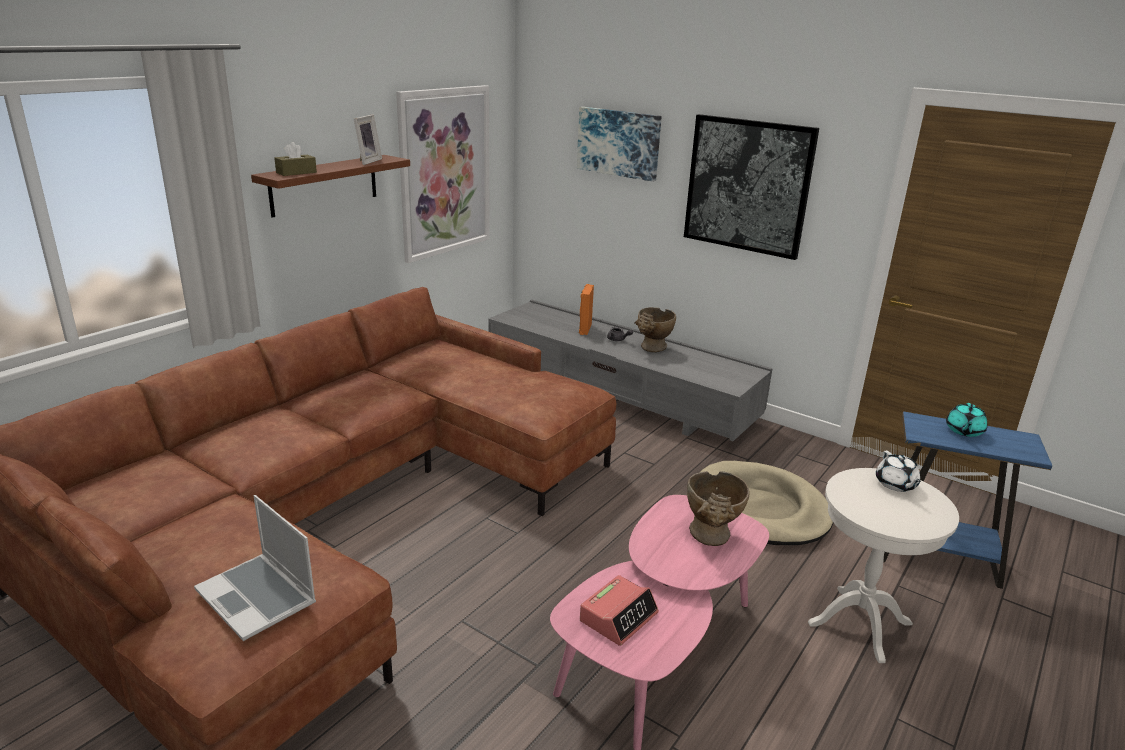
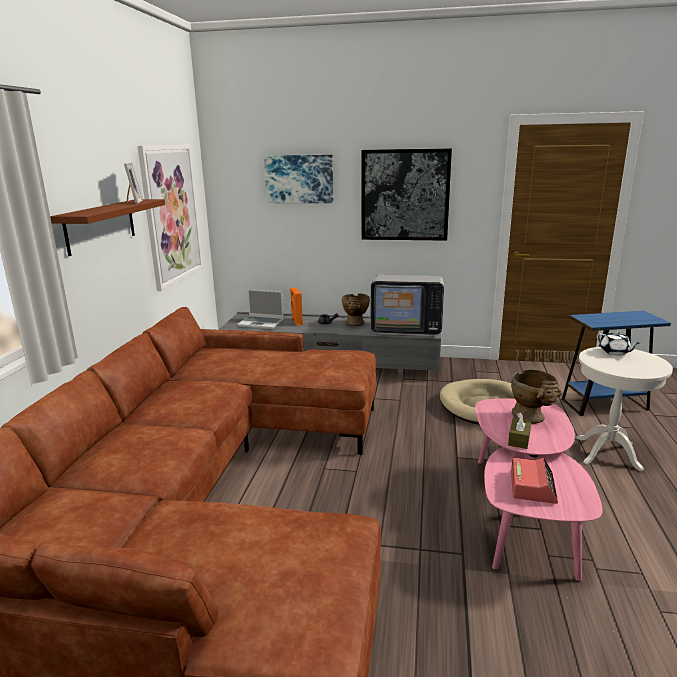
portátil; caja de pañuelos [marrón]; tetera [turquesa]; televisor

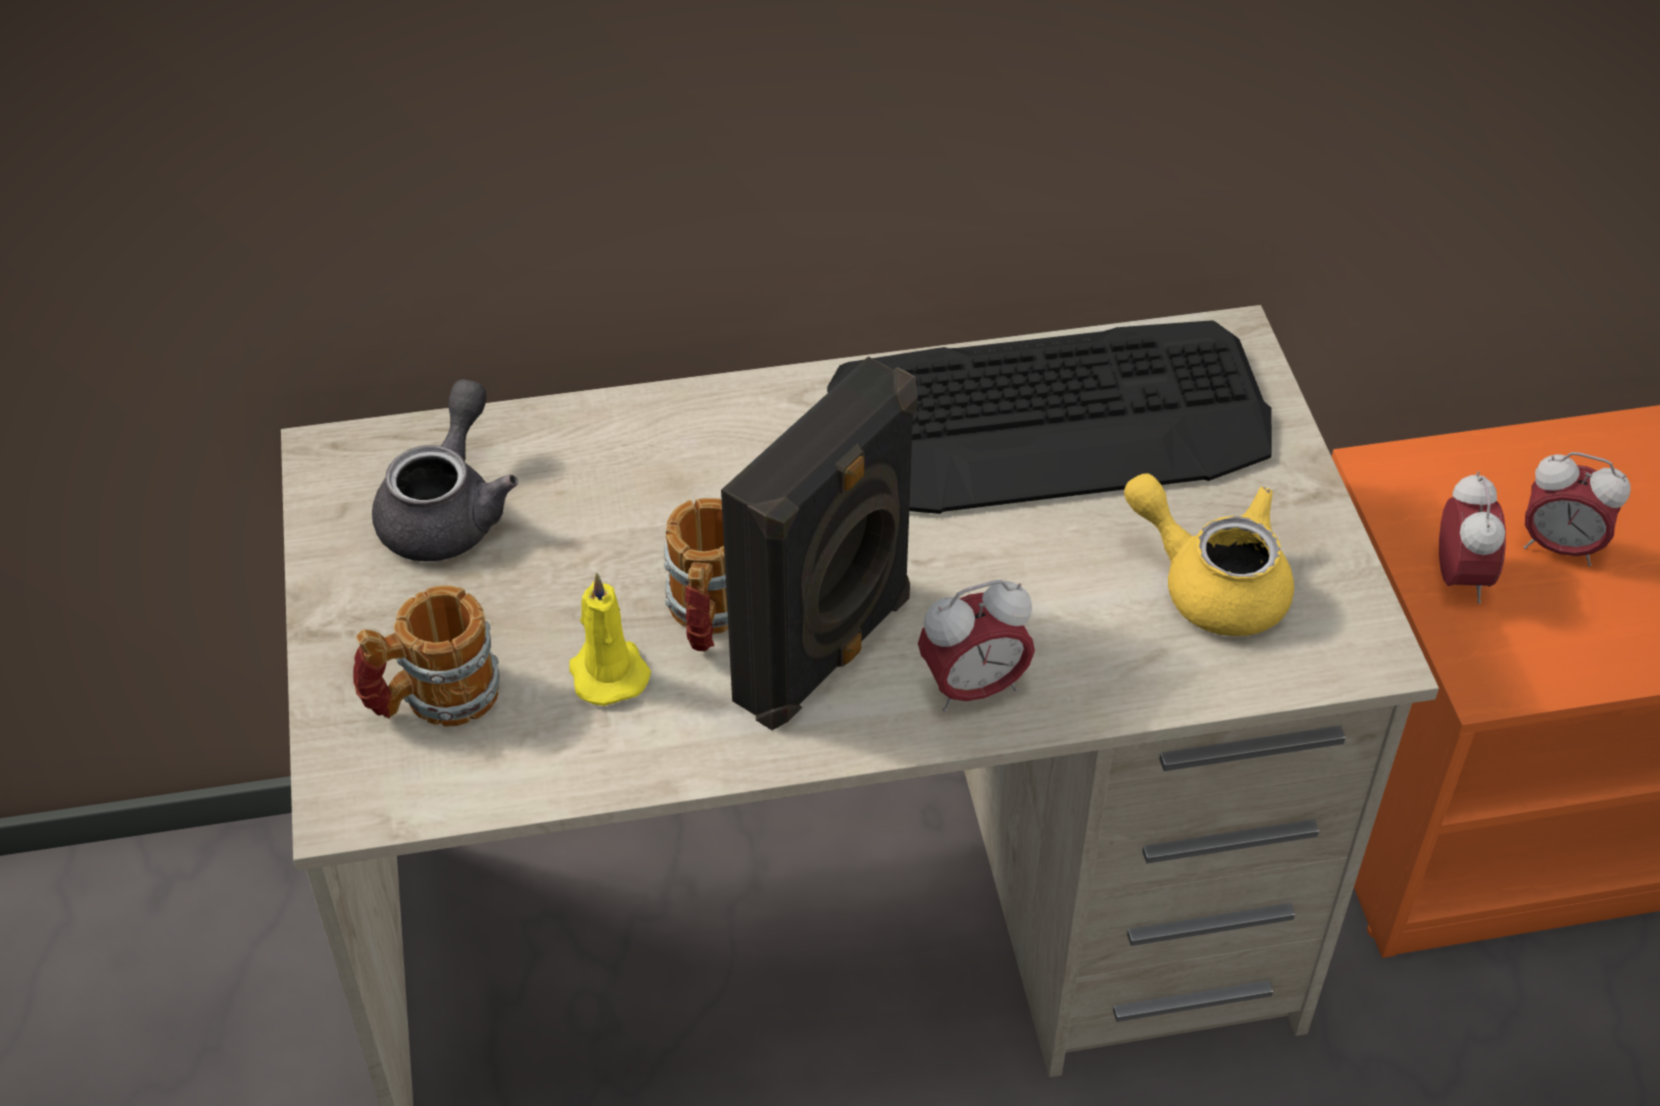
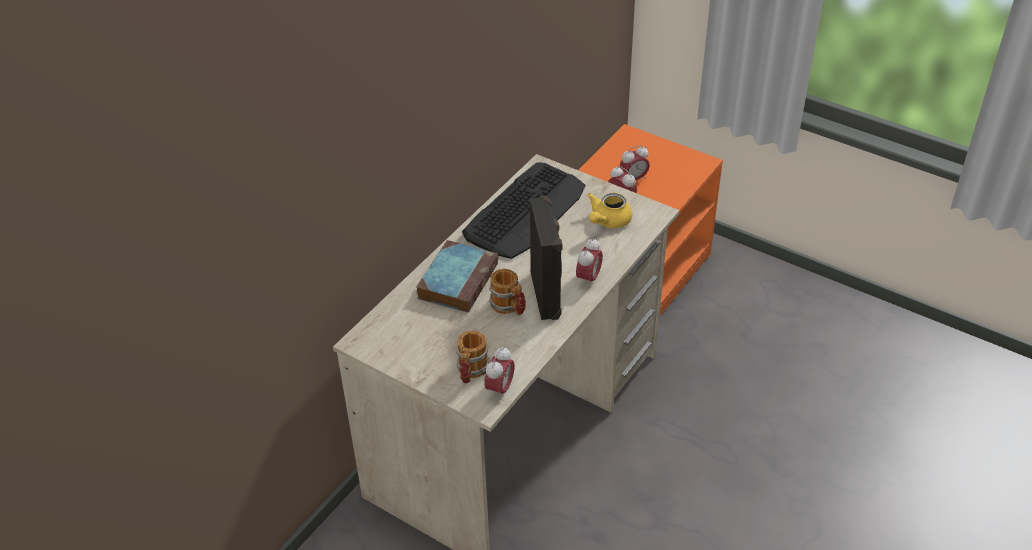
tetera [gris]; vela [amarillo]; tetera [amarillo]; libro; despertador (1st from left)

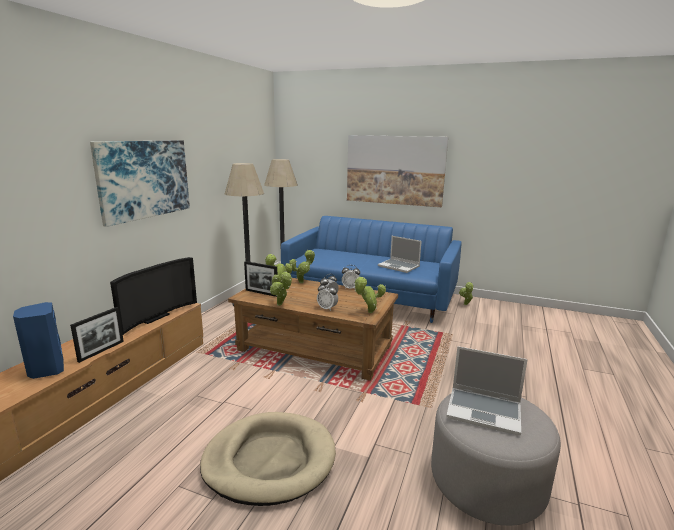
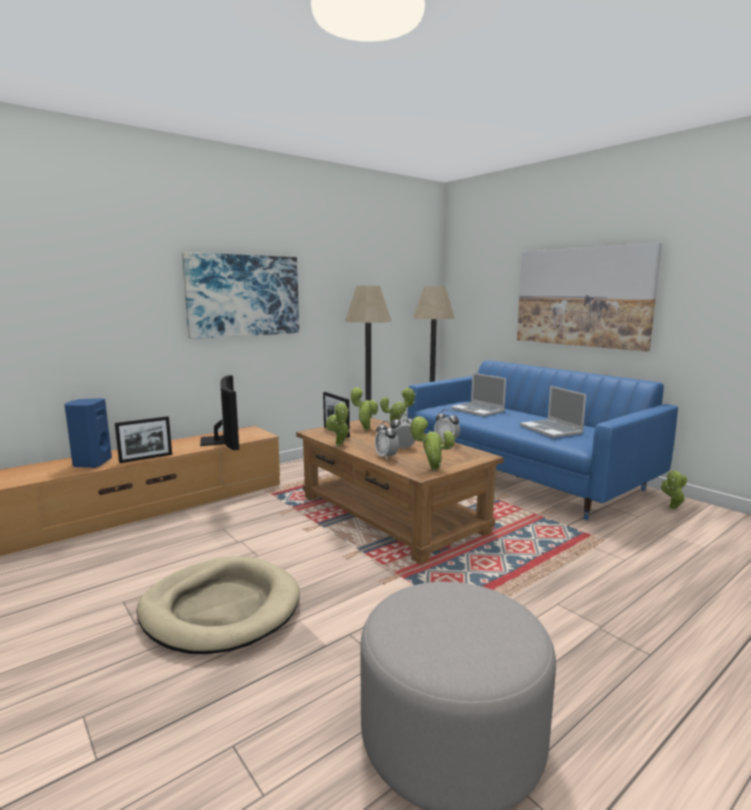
televisor; portátil (1st from left)

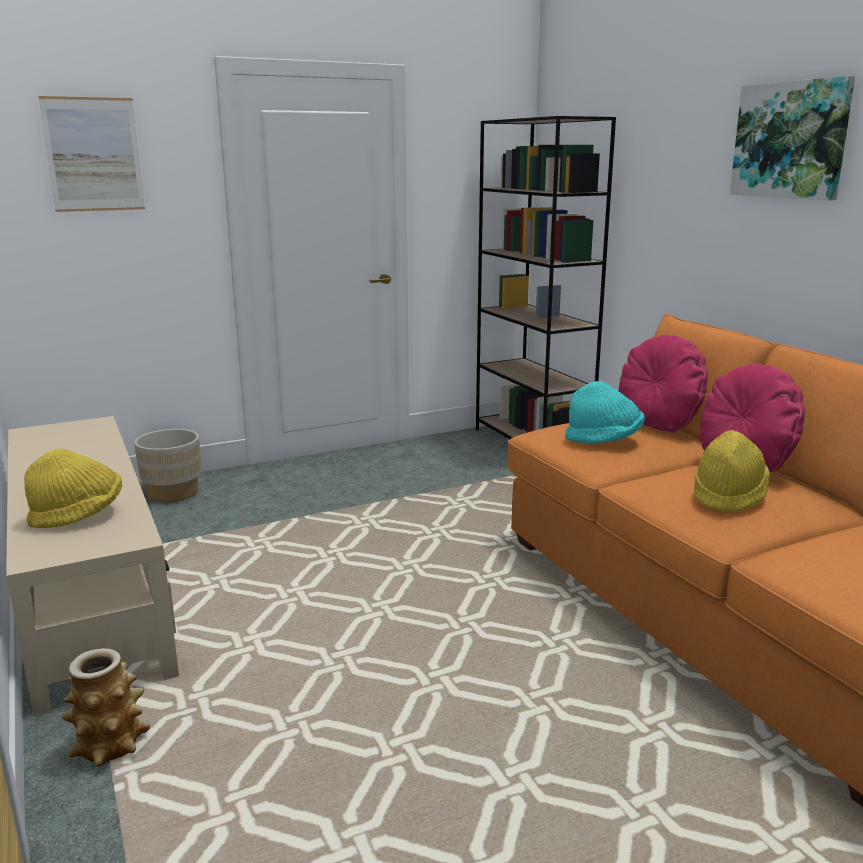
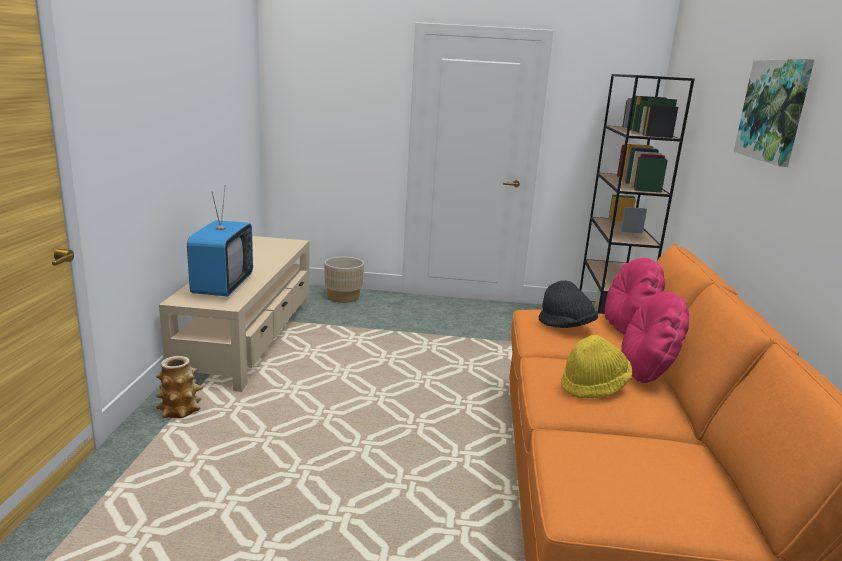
televisor; cuadro (1st from left in the first image); sombrero [negro]

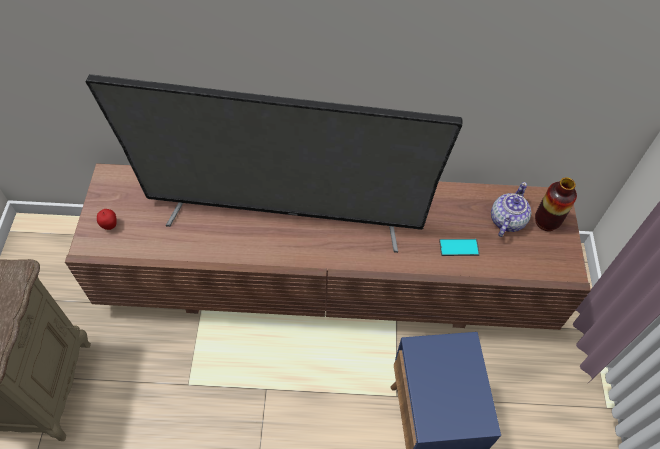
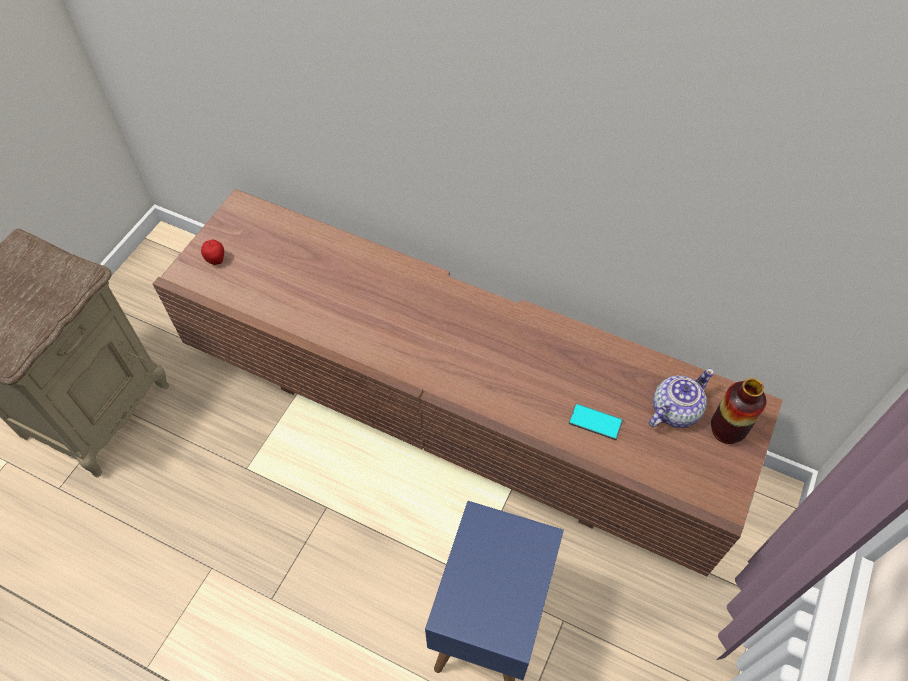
televisor

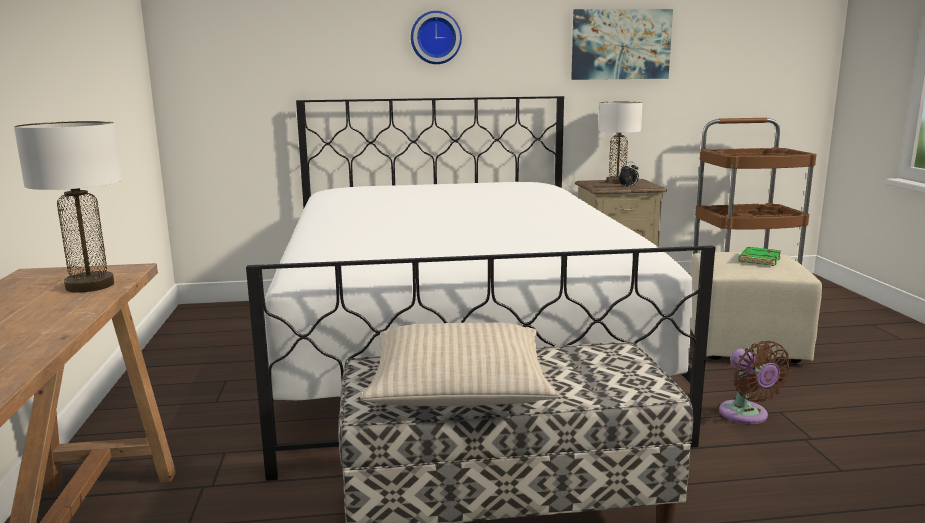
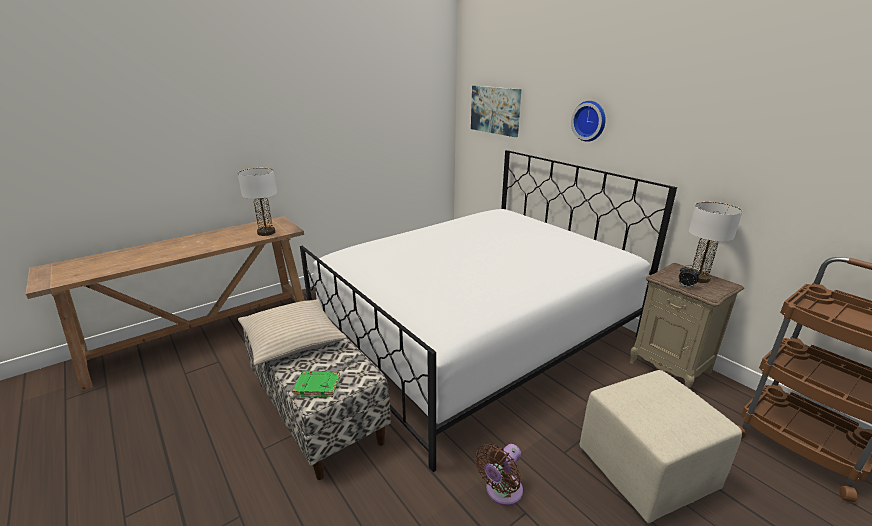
cuadro; libro [verde]

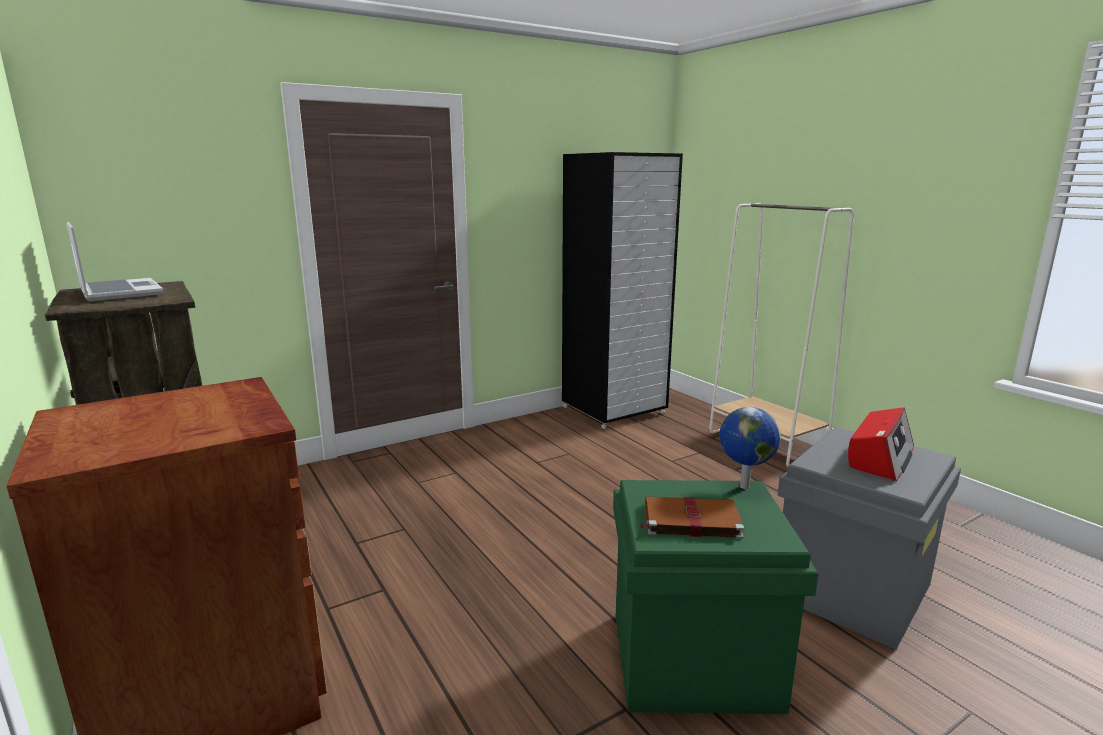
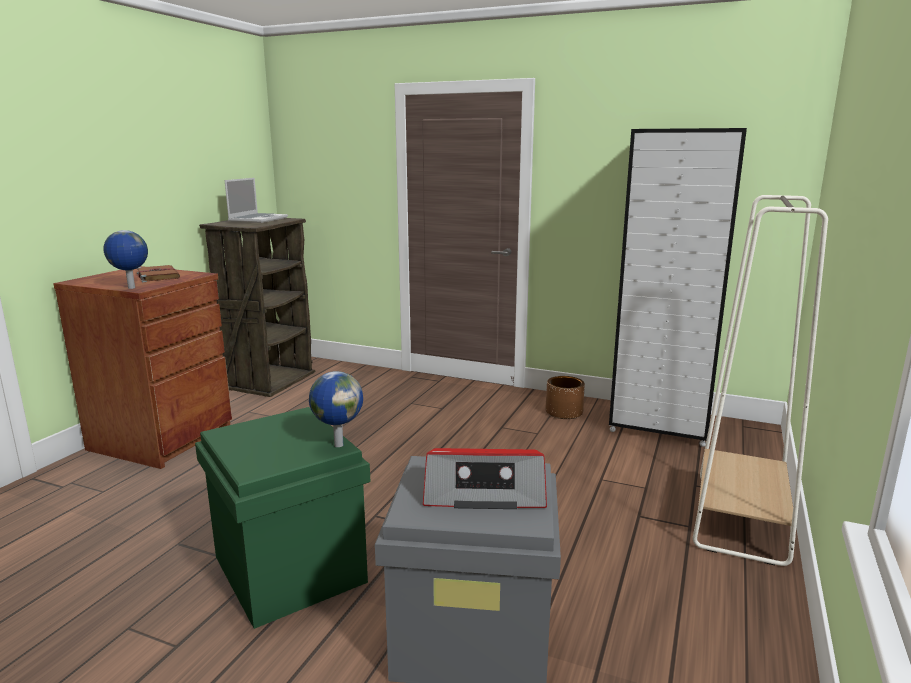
libro [marrón]; globo terráqueo (1st from left); maceta [marrón]

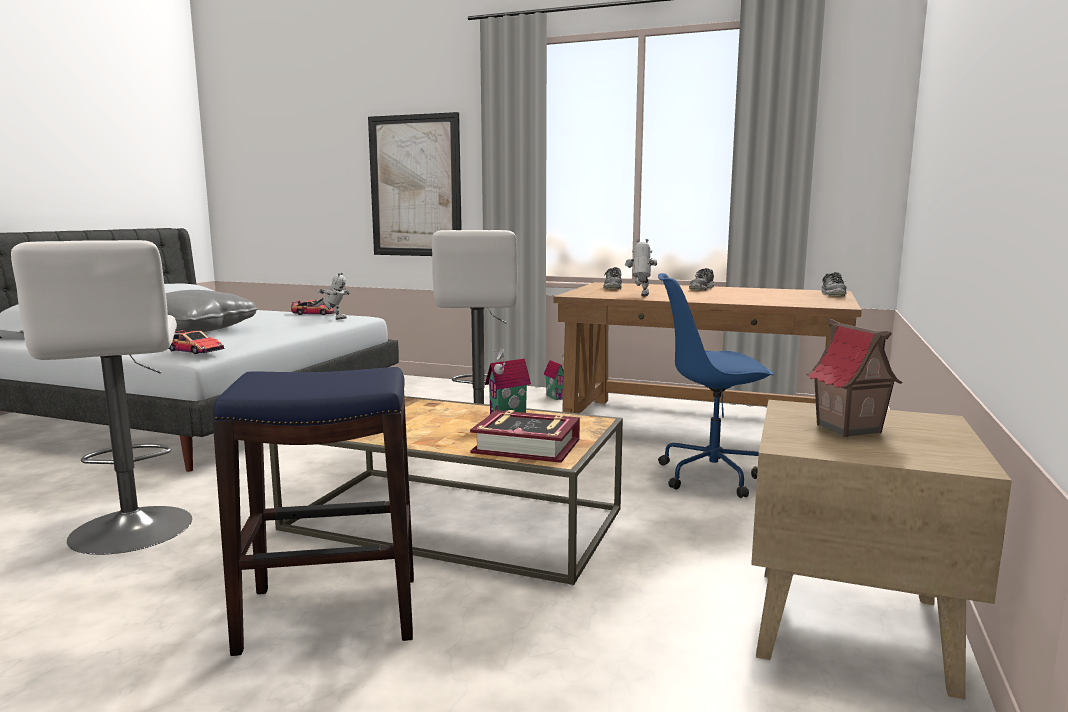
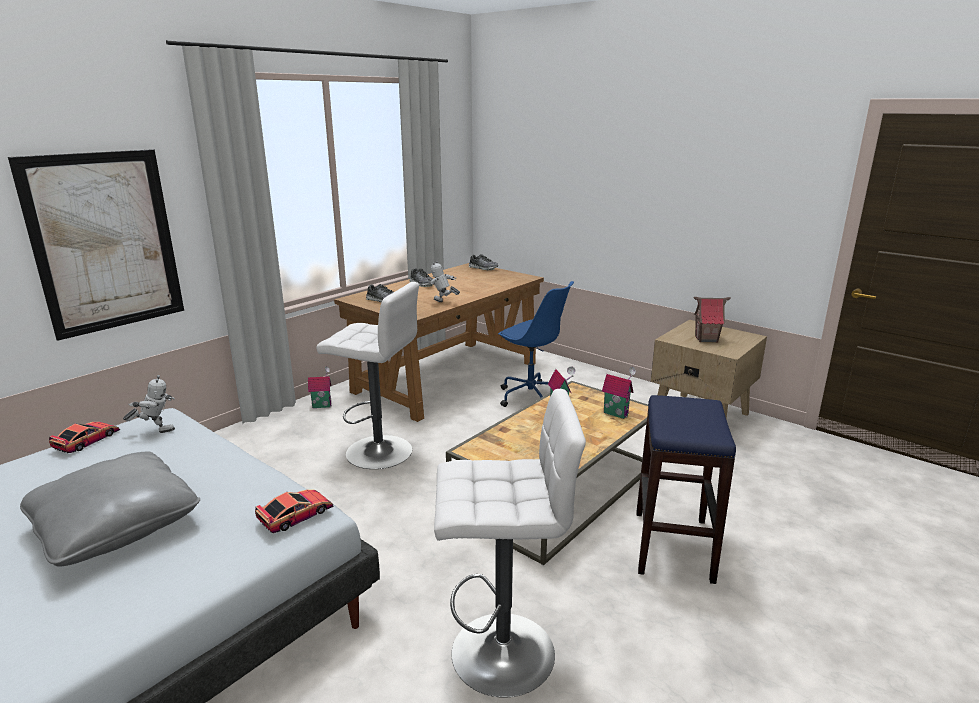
robot de juguete (1st from left); casita (3rd from left); silla de oficina [azul]

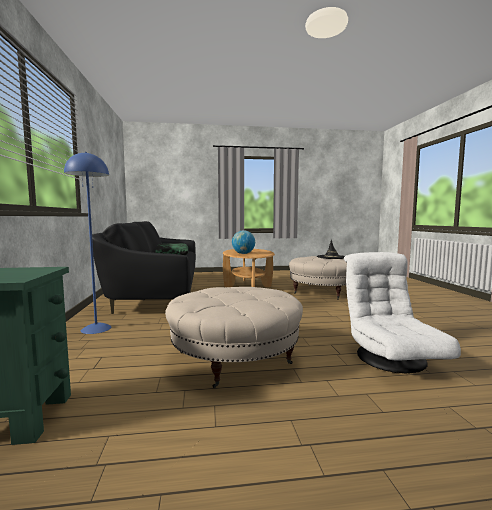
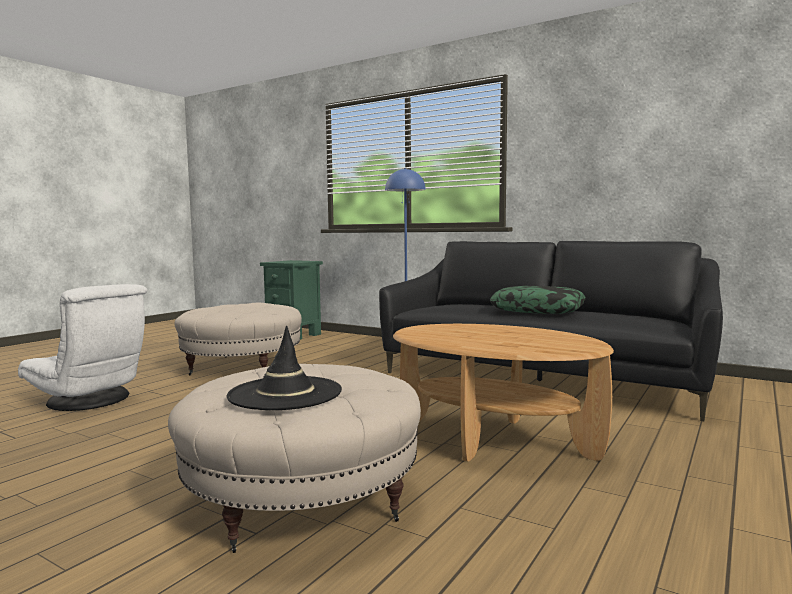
globo terráqueo

